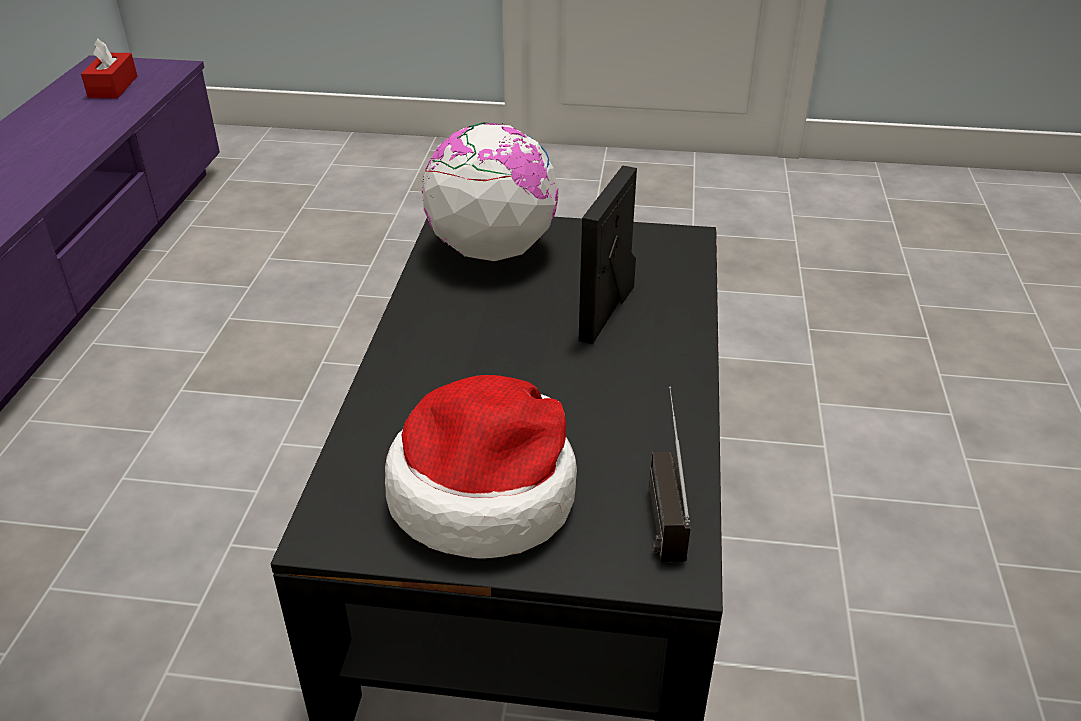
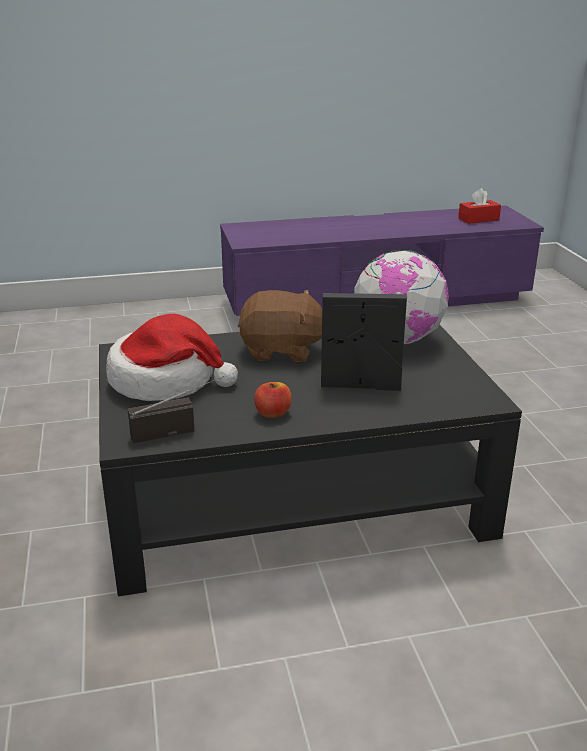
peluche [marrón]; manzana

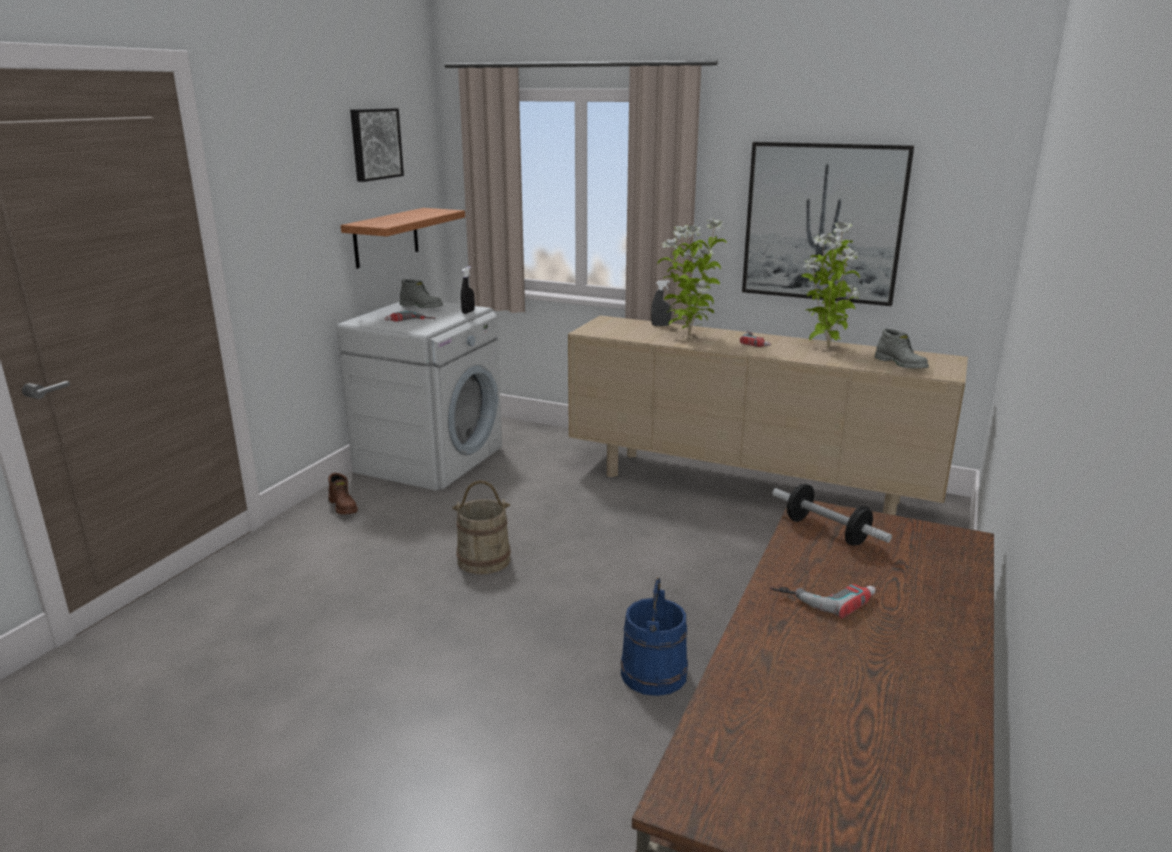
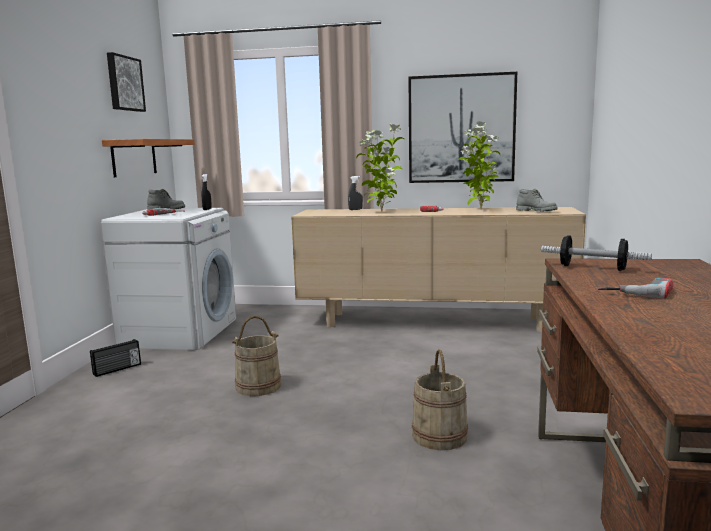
radio; cubo [beis] (2nd from left)

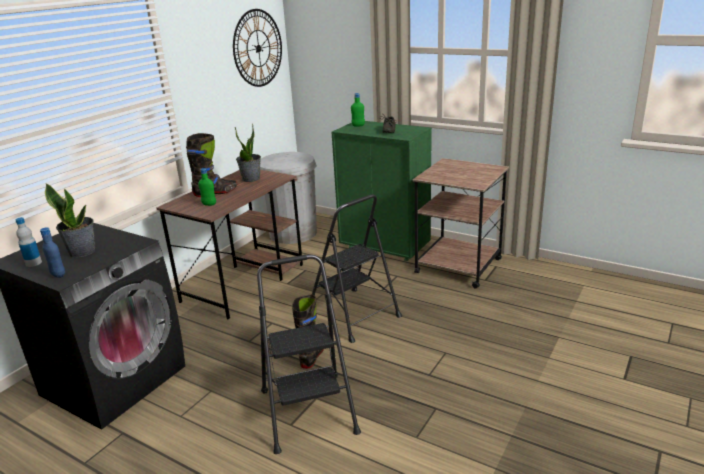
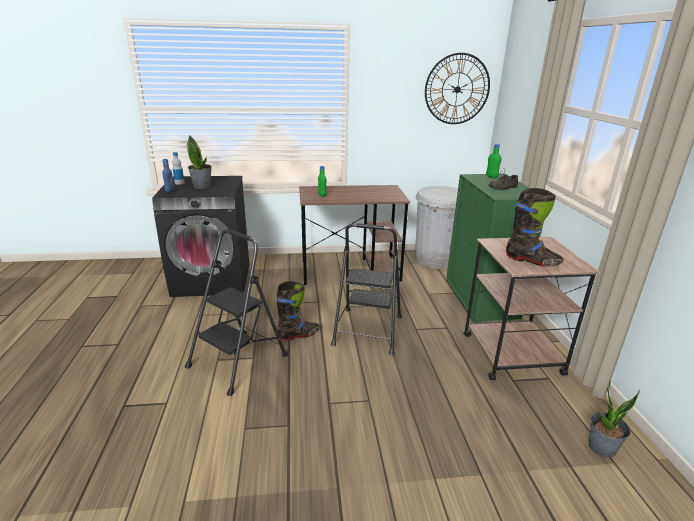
bota [negro] (2nd from left); planta en maceta (2nd from left)

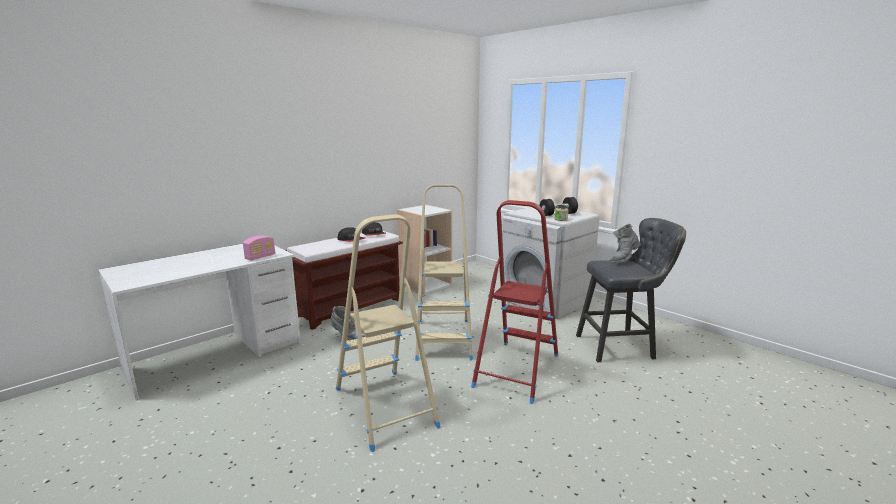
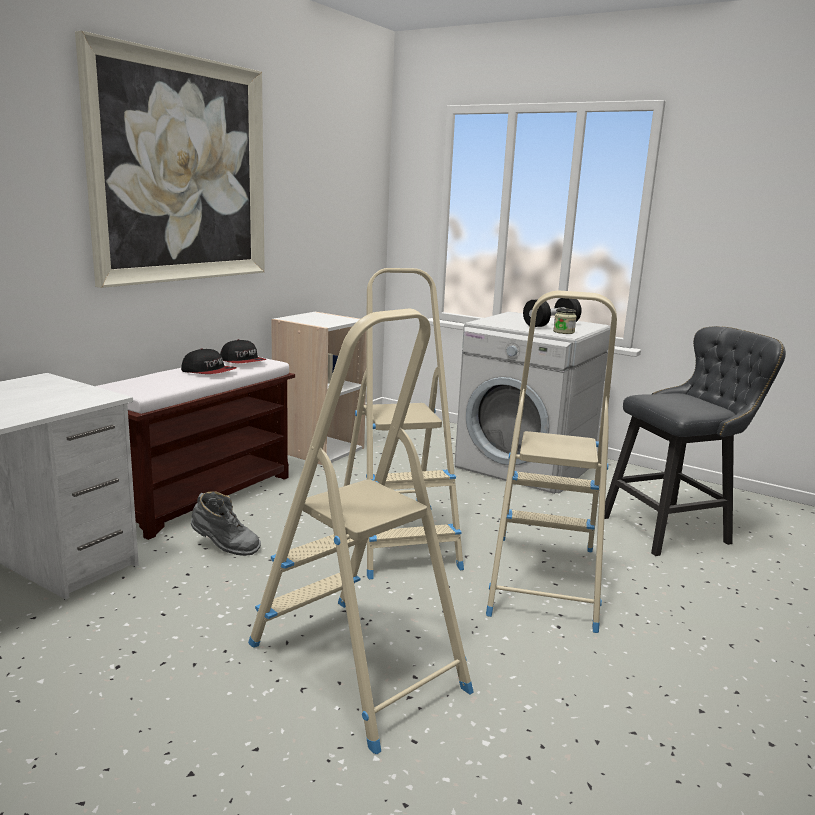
radio; escalera de tijera [beis] (3rd from left); bota [gris] (2nd from left in the first image); cuadro

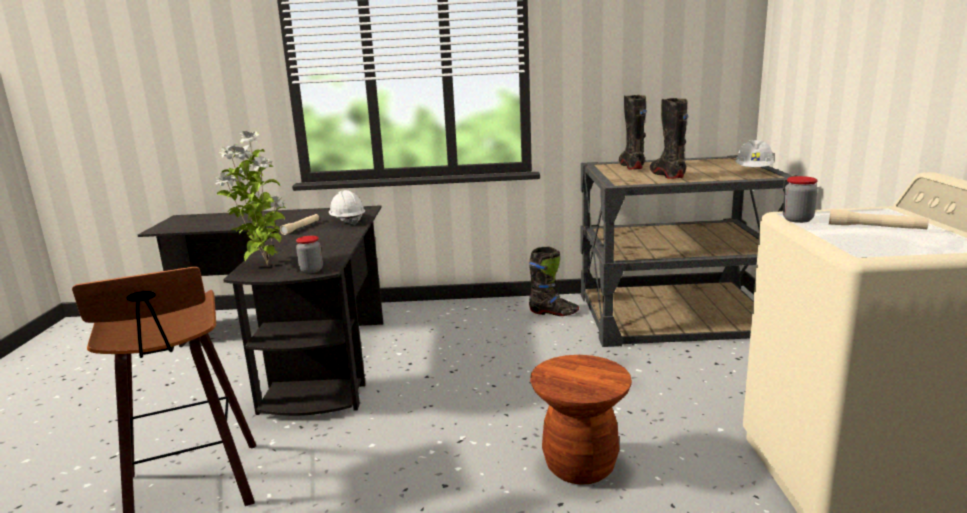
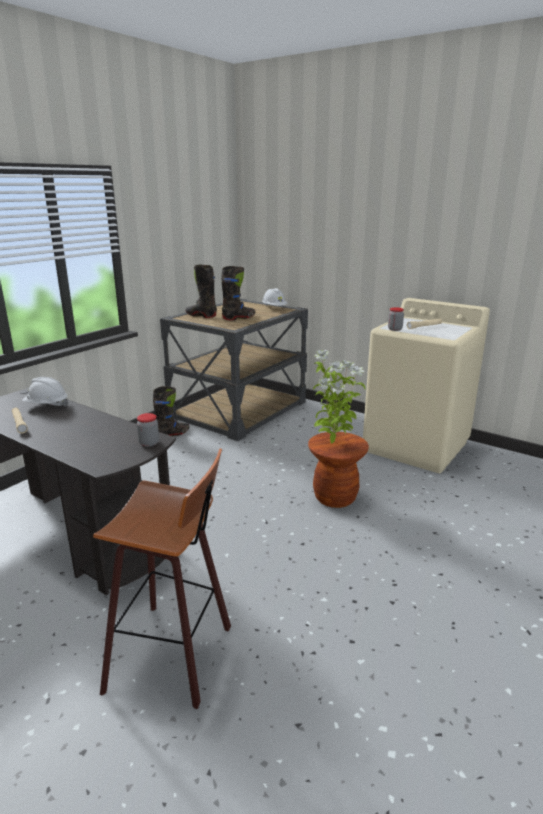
planta en maceta; bota [negro] (3rd from left)

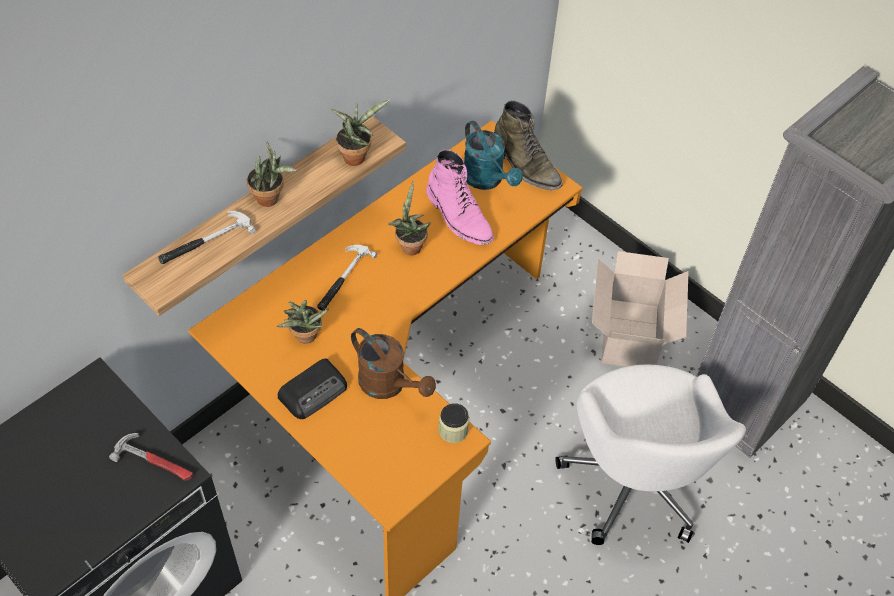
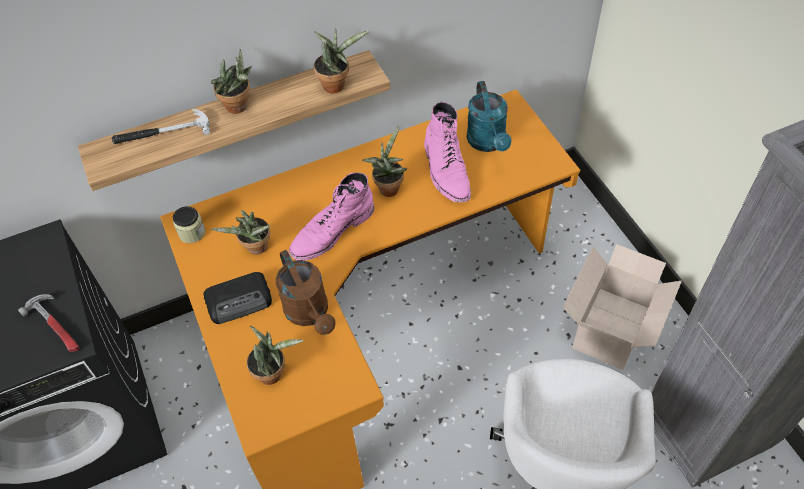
martillo (3rd from left in the first image); tarro; bota [verde]; planta en maceta (3rd from left); bota [rosa] (1st from left)

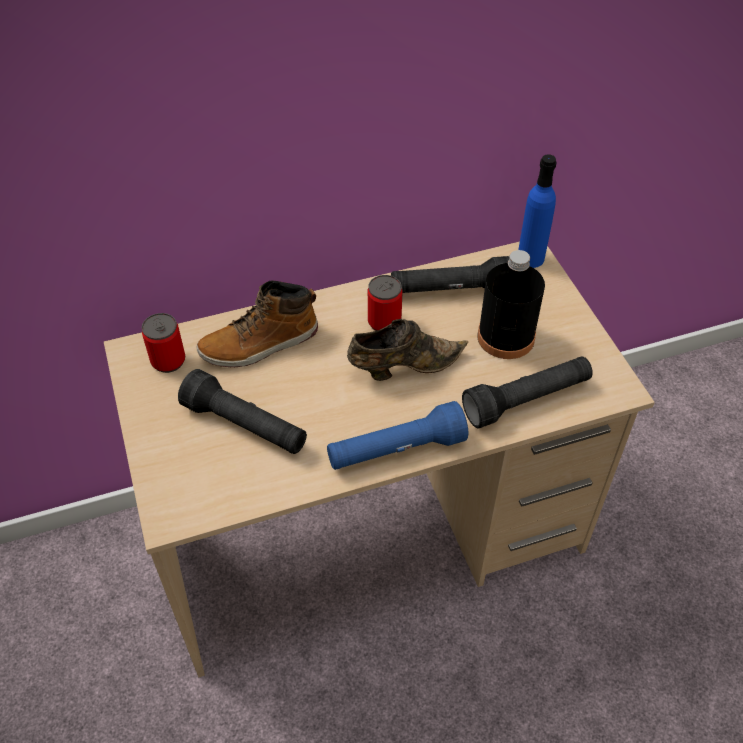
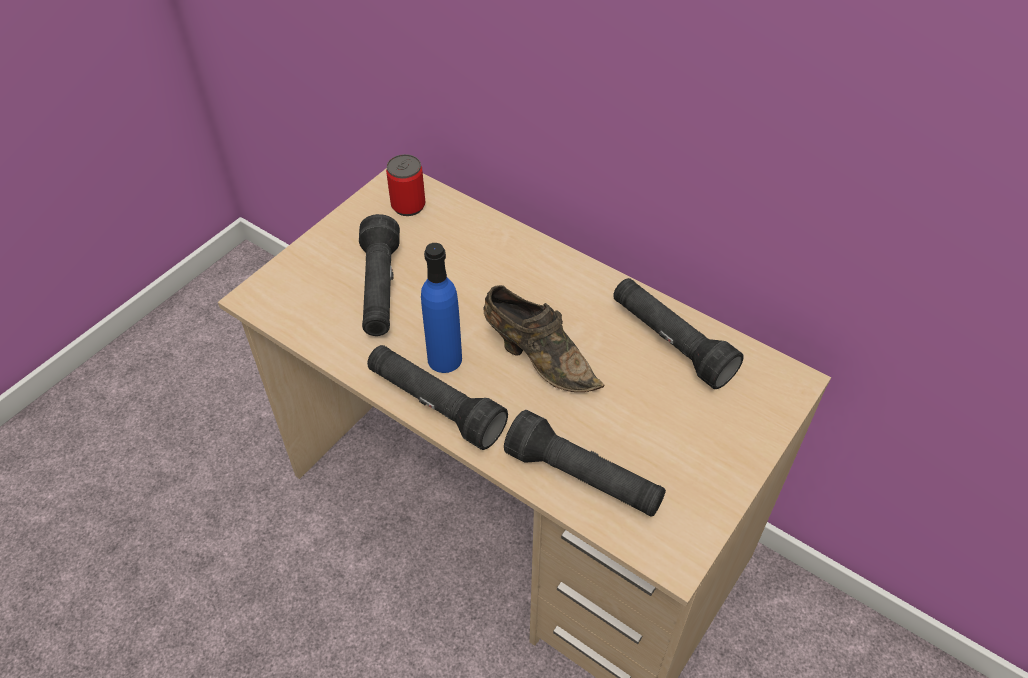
bota; linterna [negro] (2nd from left); lata (2nd from left in the first image); botella [negro]; botella [azul]

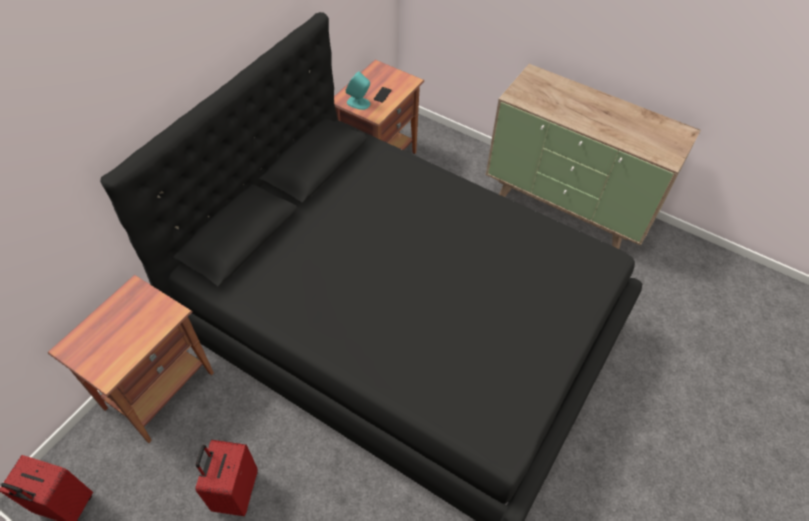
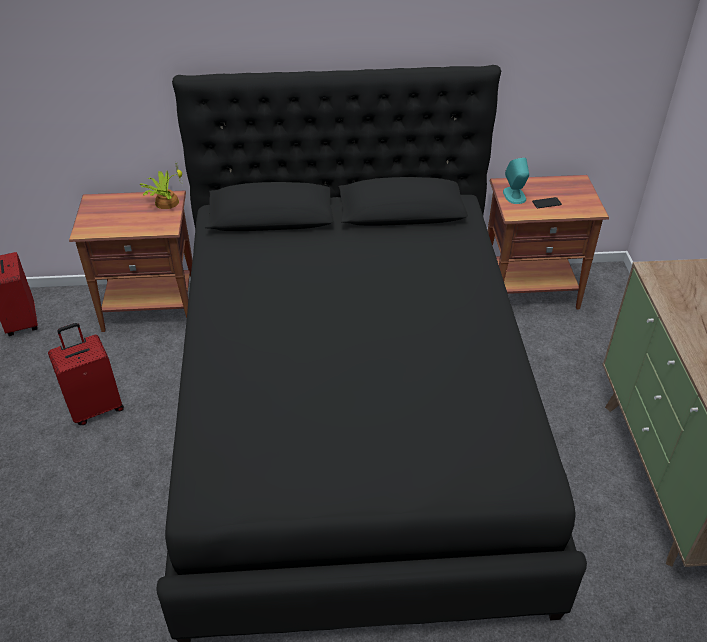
planta en maceta

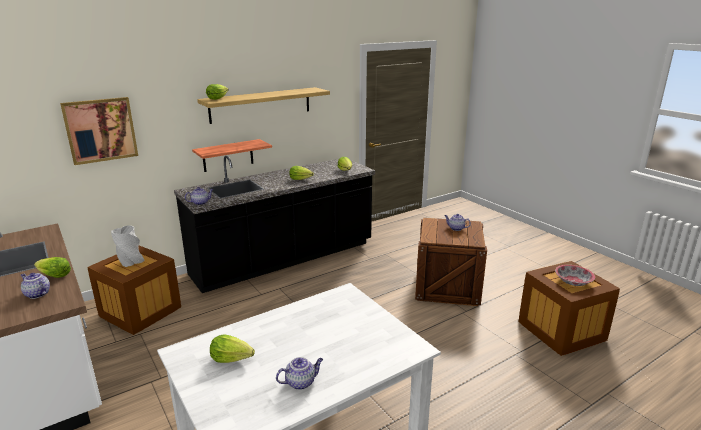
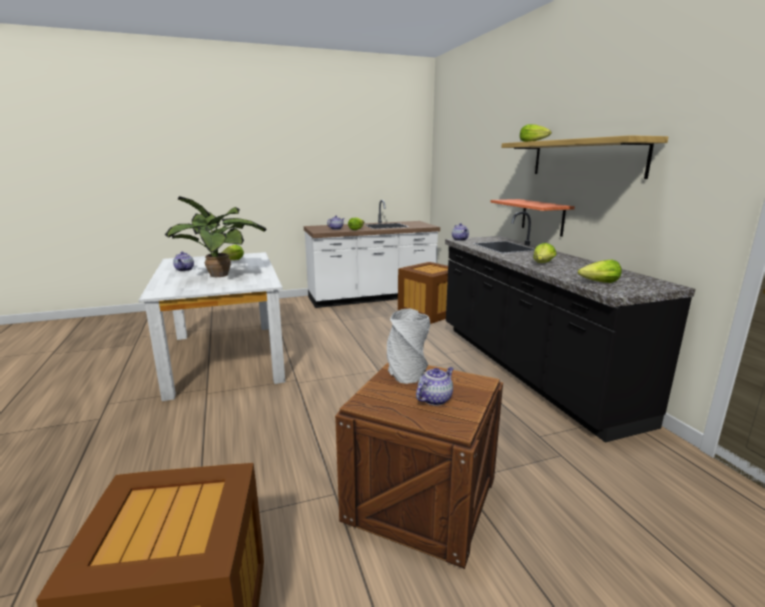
cuadro; florero [gris]; cuenco; planta en maceta

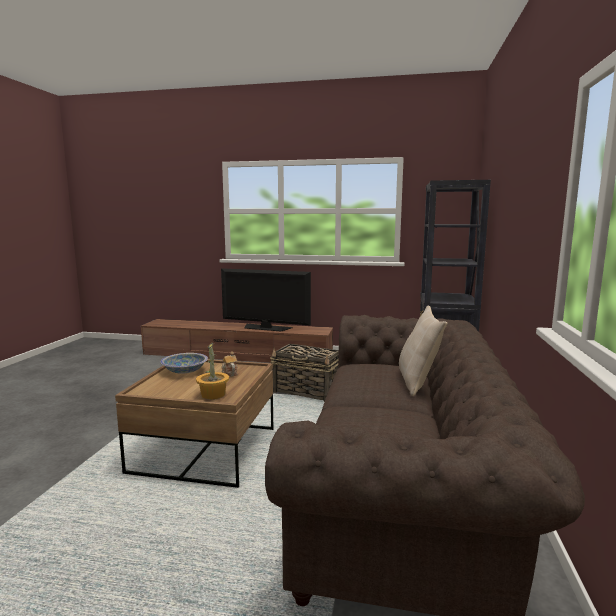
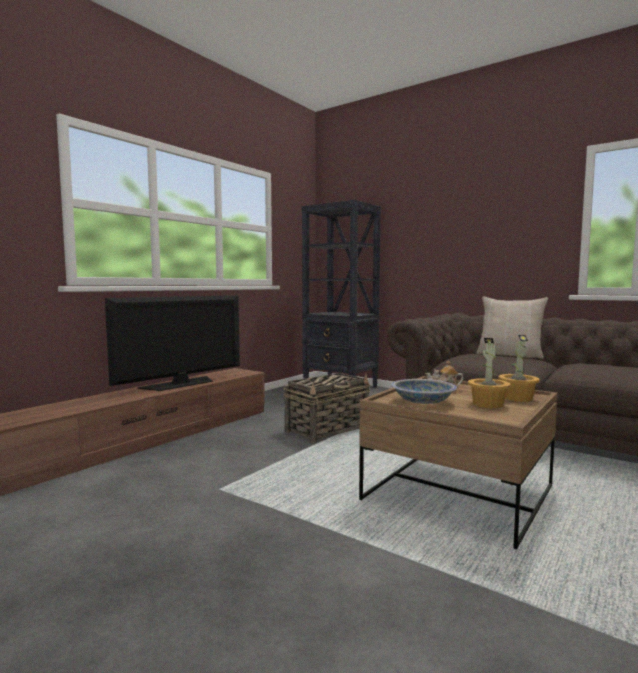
planta en maceta (1st from left)

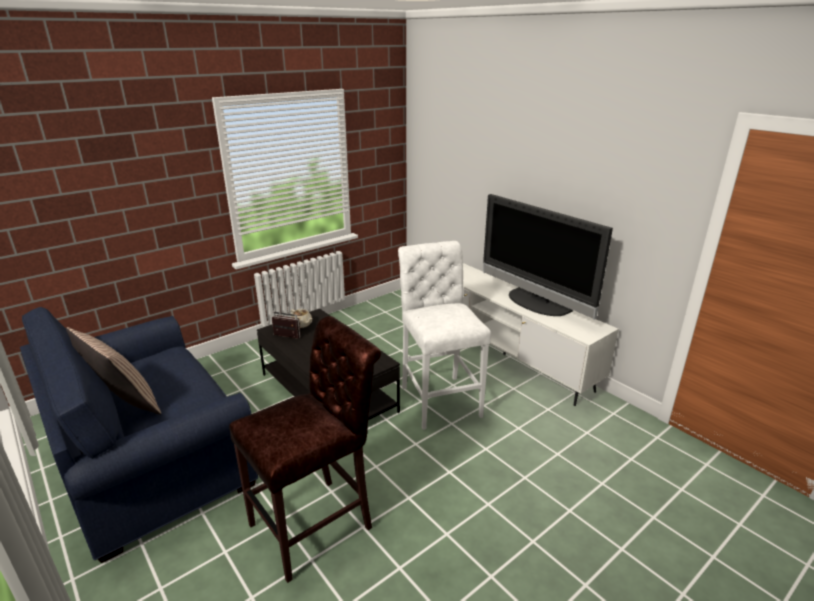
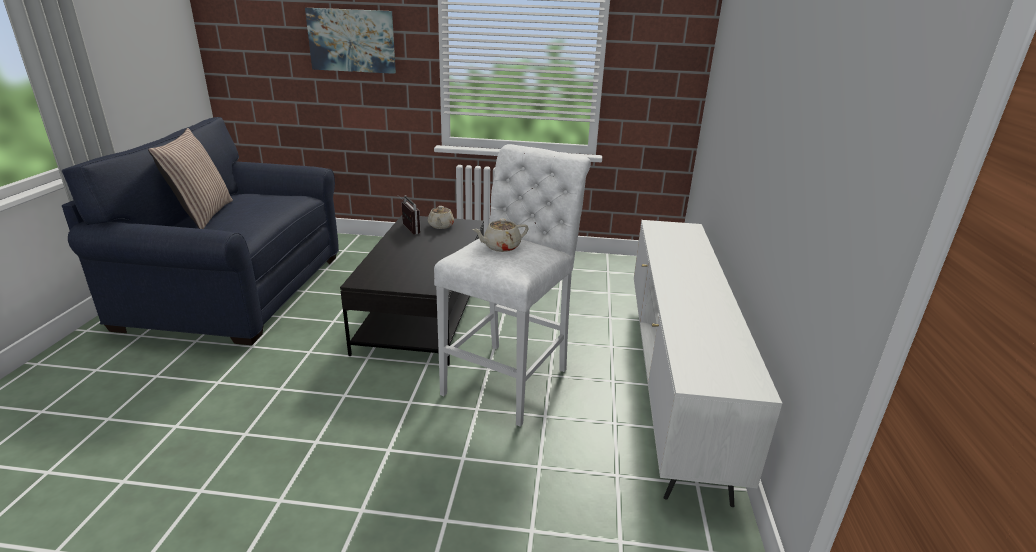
taburete [marrón]; televisor; cuadro; tetera [beis] (2nd from left)

